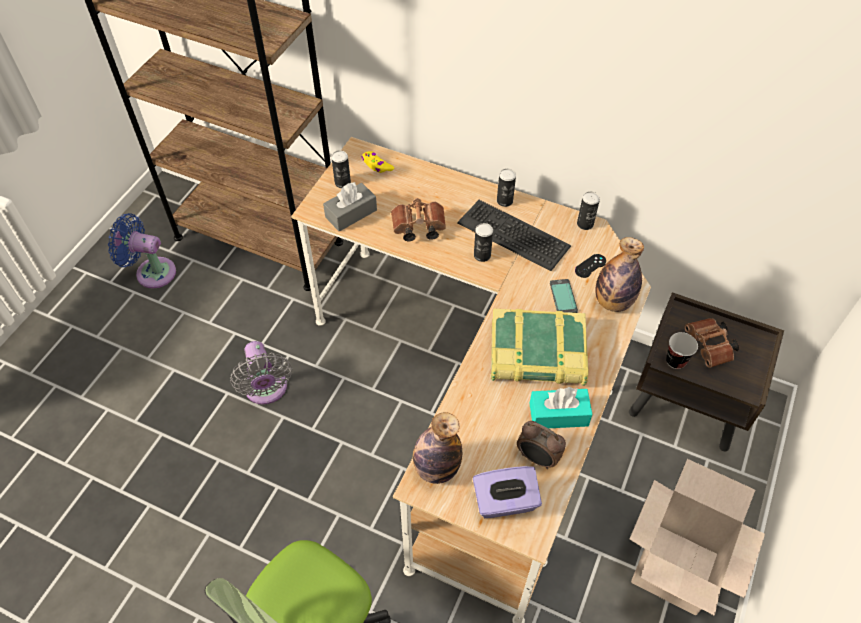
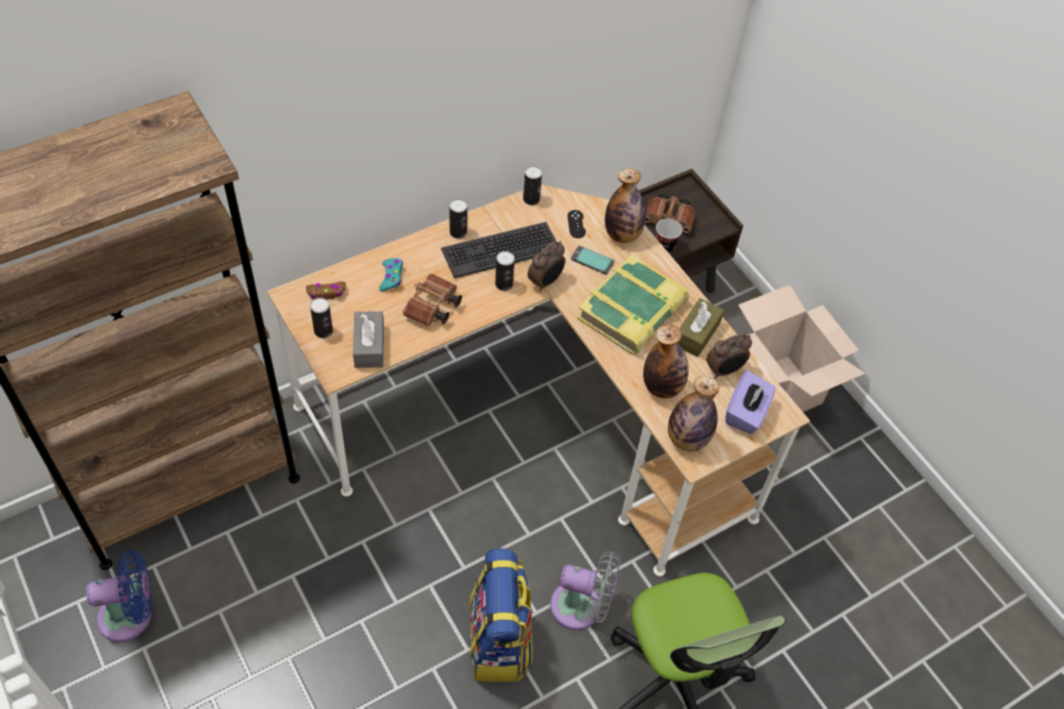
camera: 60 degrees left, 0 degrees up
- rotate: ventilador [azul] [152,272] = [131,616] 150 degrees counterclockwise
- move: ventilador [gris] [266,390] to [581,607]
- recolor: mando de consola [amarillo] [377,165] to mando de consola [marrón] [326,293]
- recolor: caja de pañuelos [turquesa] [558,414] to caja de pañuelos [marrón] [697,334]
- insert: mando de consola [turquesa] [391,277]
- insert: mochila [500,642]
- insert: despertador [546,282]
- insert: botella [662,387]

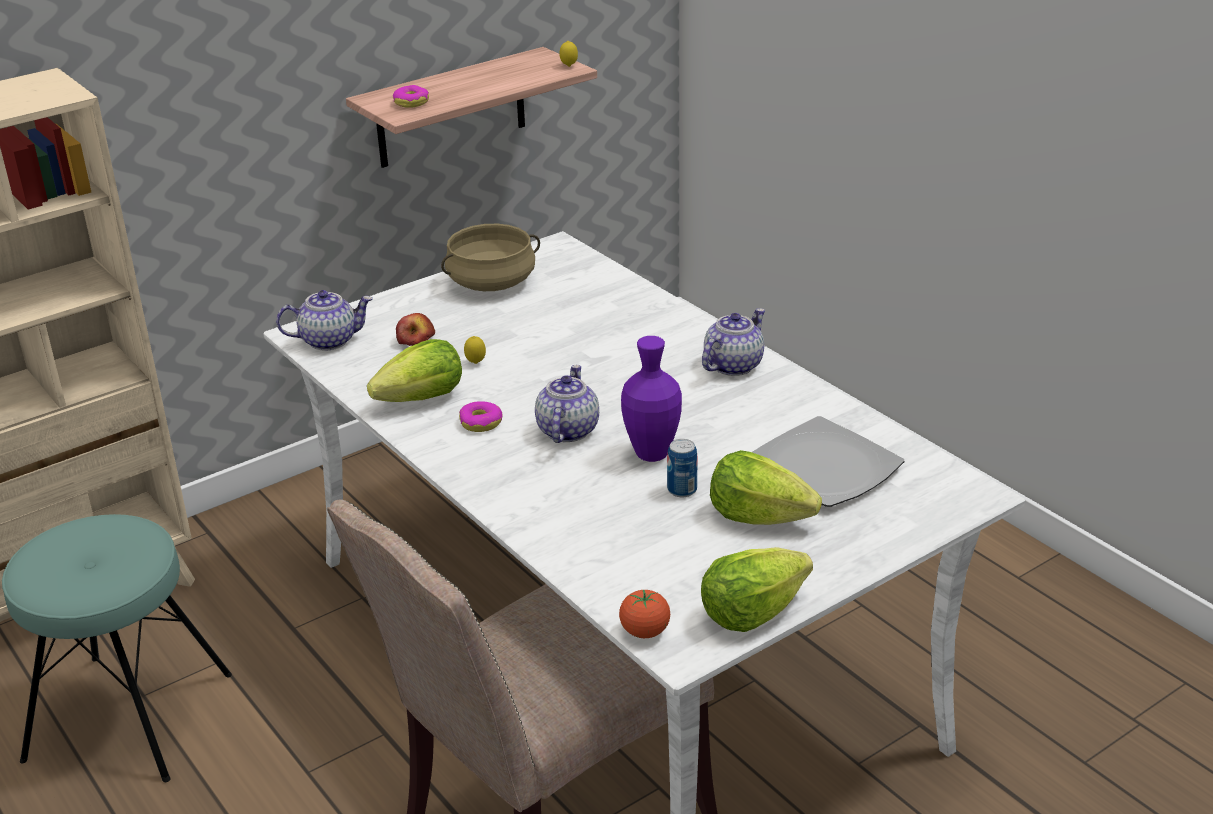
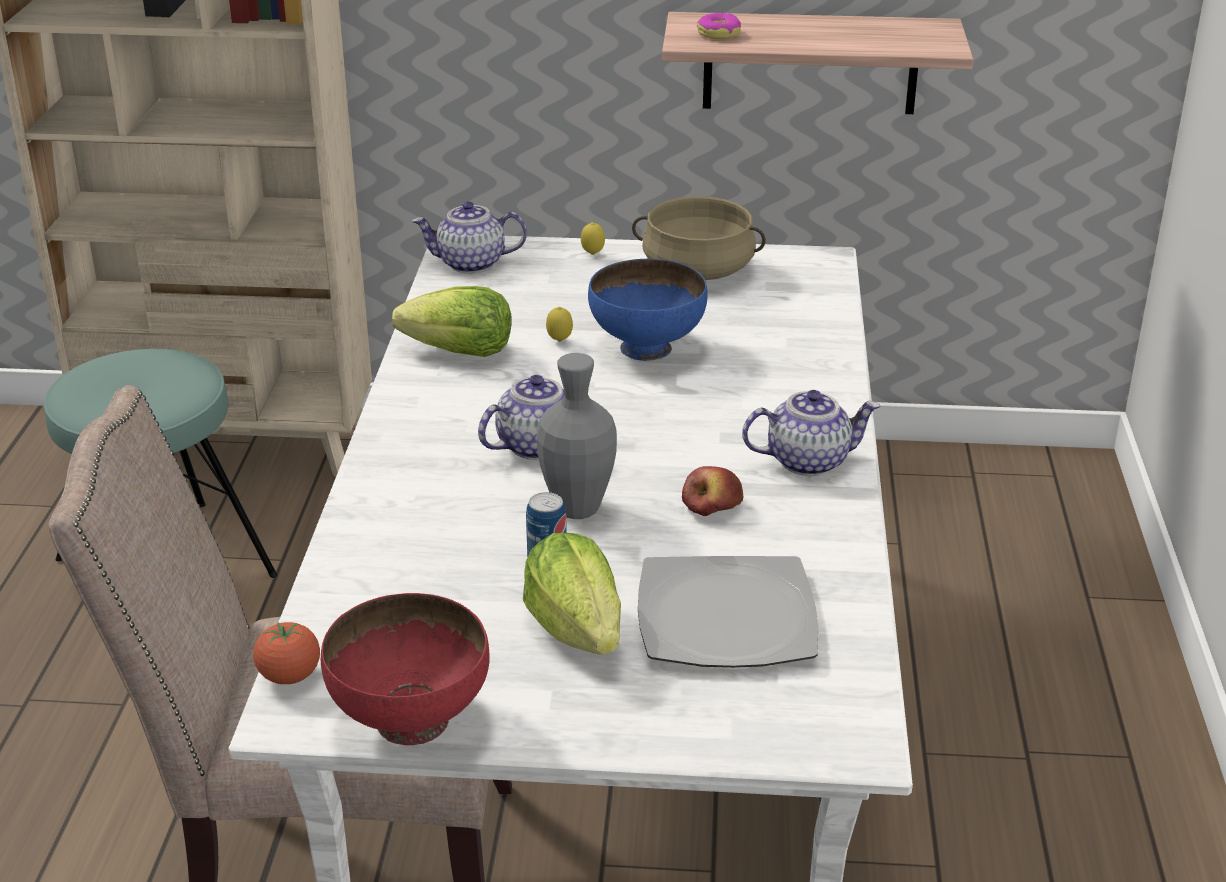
camera: 40 degrees right, 0 degrees up
- rotate: tetera [329,340] = [470,264] 150 degrees clockwise
- move: manzana [416,340] to [712,506]
- delete: rosquilla [481,423]
- move: limón [569,66] to [592,254]
- recolor: florero [morado] [652,454] to florero [gris] [577,509]
- replace: lechuga [751,613] to cuenco [rojo] [410,720]
- insert: cuenco [azul] [647,349]

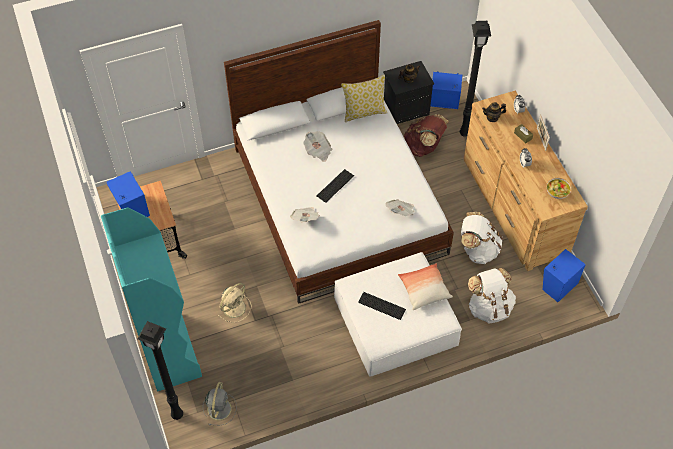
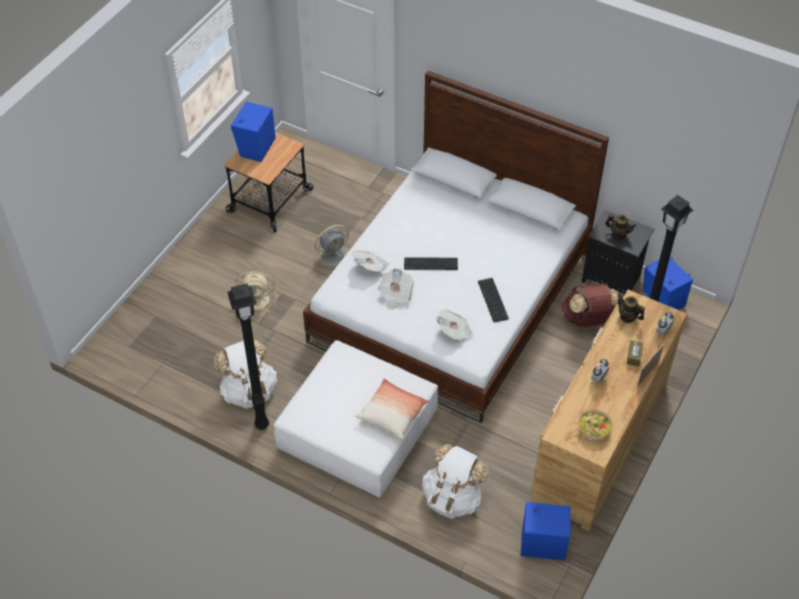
camera: 50 degrees right, 5 degrees down
- delete: estantería [turquesa] [169,351]
- move: lámpara de pie [negro] [176,415] to [261,424]
- move: ventilador [gris] [219,408] to [333,255]
- move: periódico [318,151] to [395,296]
- delete: cojín [364,112]
- move: teclado [381,306] to [493,300]
- move: mochila [blanco] [478,249] to [249,390]

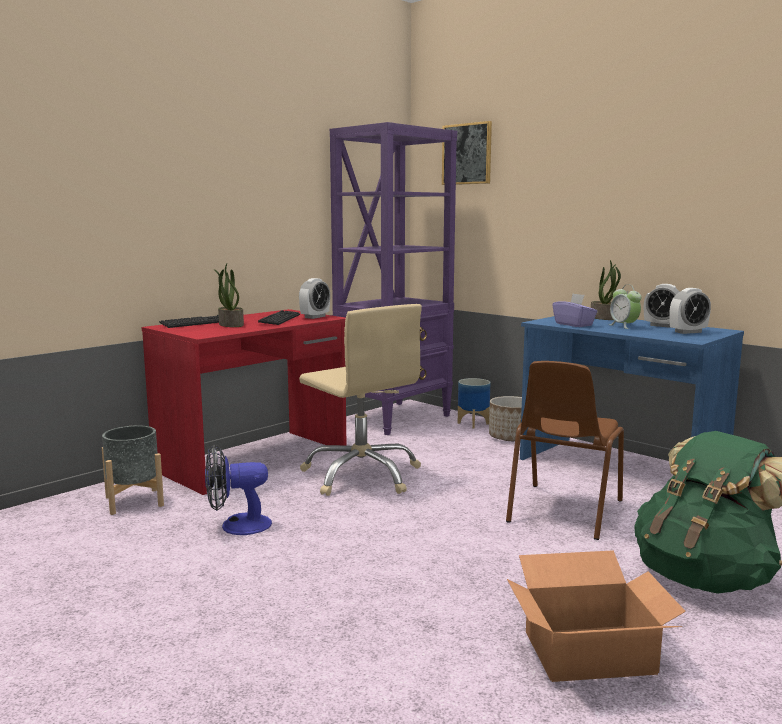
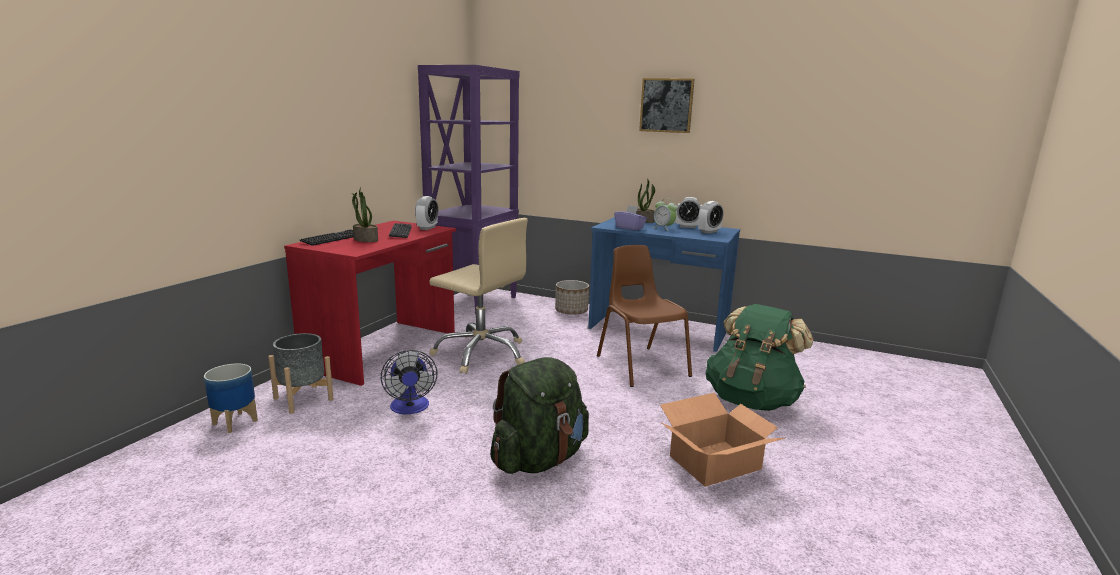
camera: 20 degrees left, 5 degrees up
- rotate: ventilador [237,526] = [410,408] 75 degrees counterclockwise
- move: cuadro [467,154] to [666,105]
- move: maceta [473,423] to [235,422]
- rotate: silla [marrón] [563,511] = [641,365] 150 degrees clockwise
- insert: mochila [verde] [539,459]

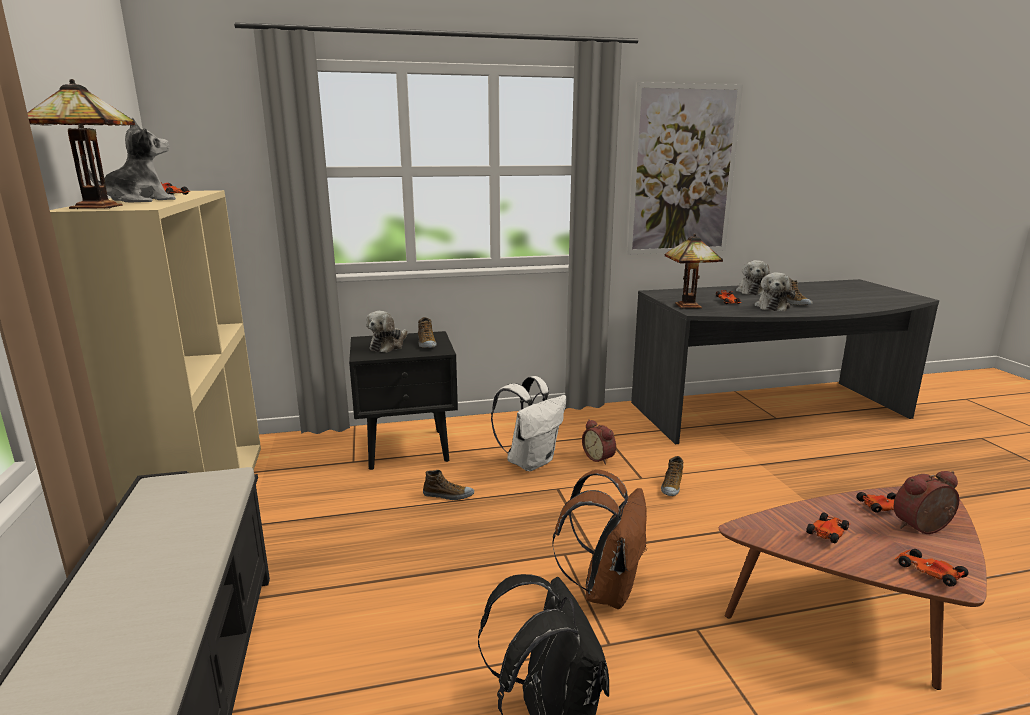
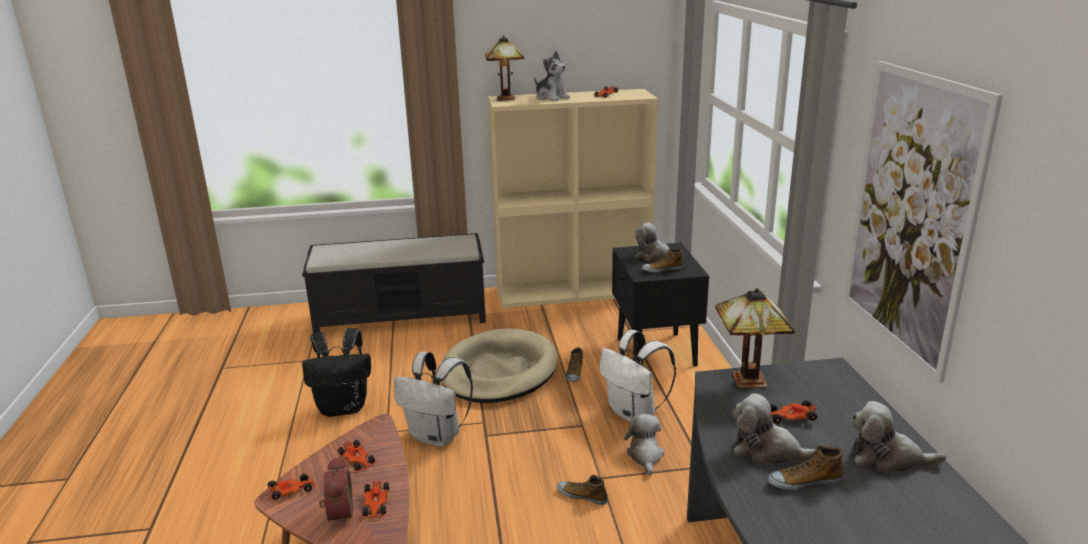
camera: 95 degrees right, 5 degrees up
- recolor: mochila [marrón] [605,589] to mochila [blanco] [437,436]
- replace: despertador [599,458] to peluche [645,456]
- insert: cama para perro [beis] [498,371]

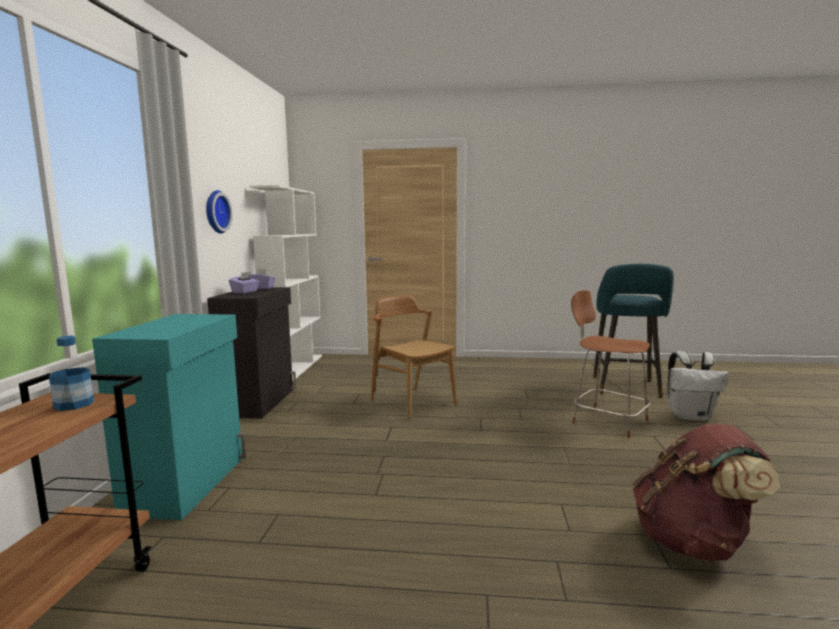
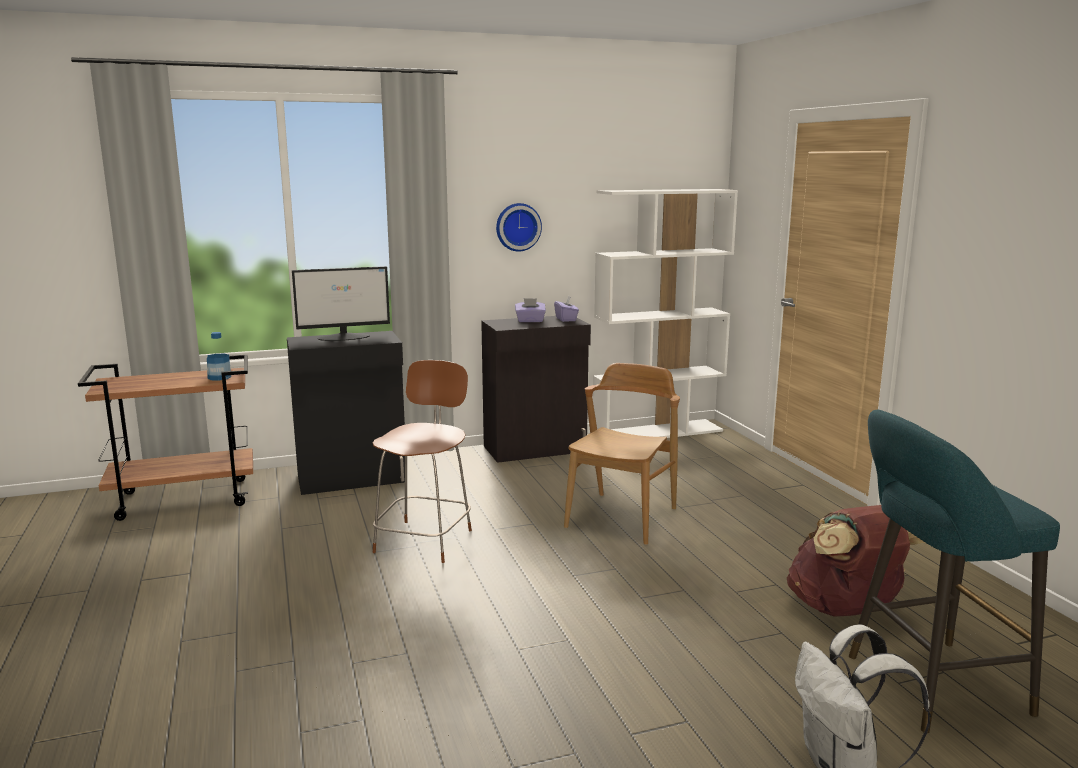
camera: 65 degrees right, 5 degrees up
- recolor: armario [turquesa] [188,483] to armario [negro] [353,479]
- move: silla [marrón] [607,421] to [425,539]
- move: mochila [marrón] [693,542] to [845,610]
- insert: monitor [344,337]

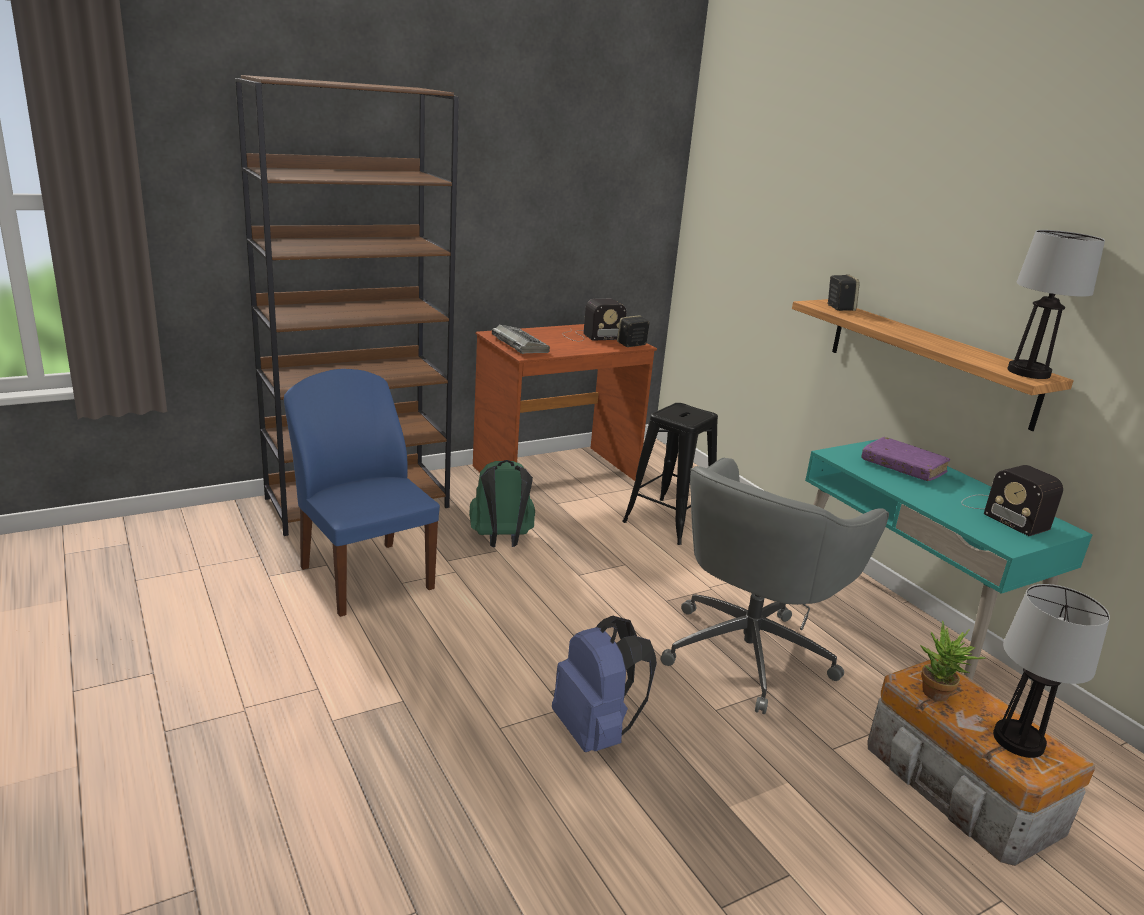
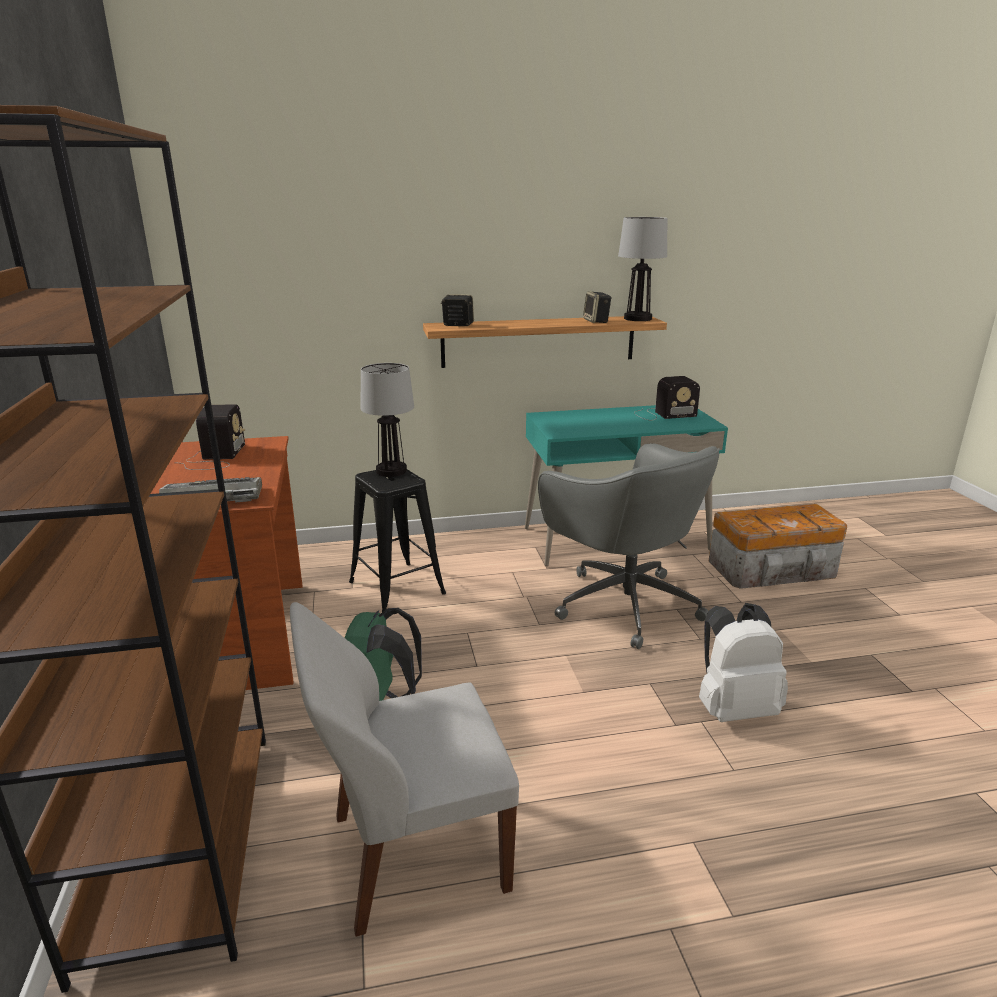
camera: 70 degrees left, 0 degrees up
- recolor: silla [azul] [365,576] to silla [blanco] [413,853]
- recolor: mochila [azul] [596,732] to mochila [blanco] [734,708]
- move: altavoz [631,344] to [596,321]
- delete: libro [morado] [903,467]
- delete: planta en maceta [937,697]
- move: lámpara de mesa [1017,740] to [390,471]

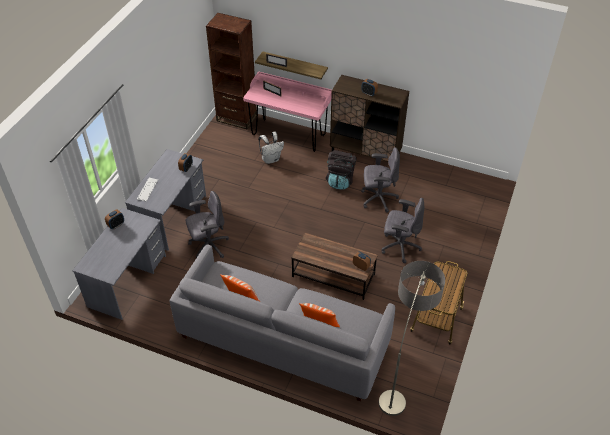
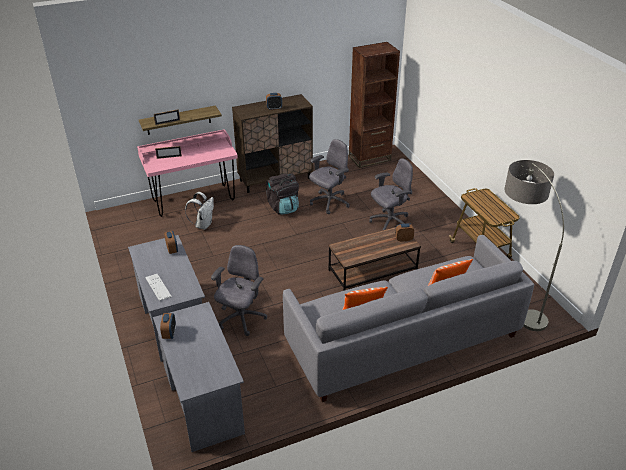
camera: 45 degrees left, 10 degrees down
- move: estantería [marrón] [236,118] to [369,158]

